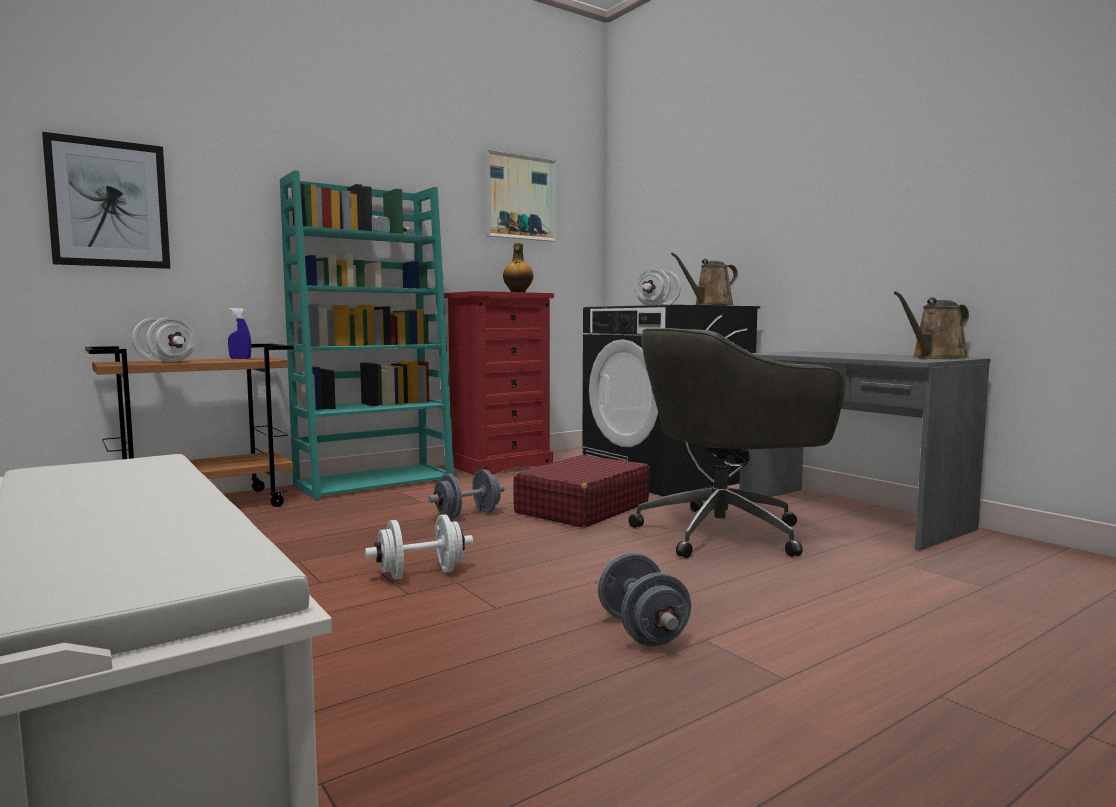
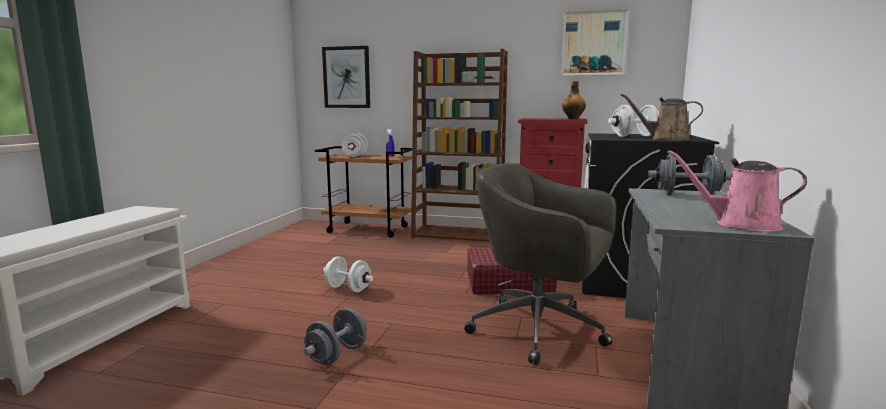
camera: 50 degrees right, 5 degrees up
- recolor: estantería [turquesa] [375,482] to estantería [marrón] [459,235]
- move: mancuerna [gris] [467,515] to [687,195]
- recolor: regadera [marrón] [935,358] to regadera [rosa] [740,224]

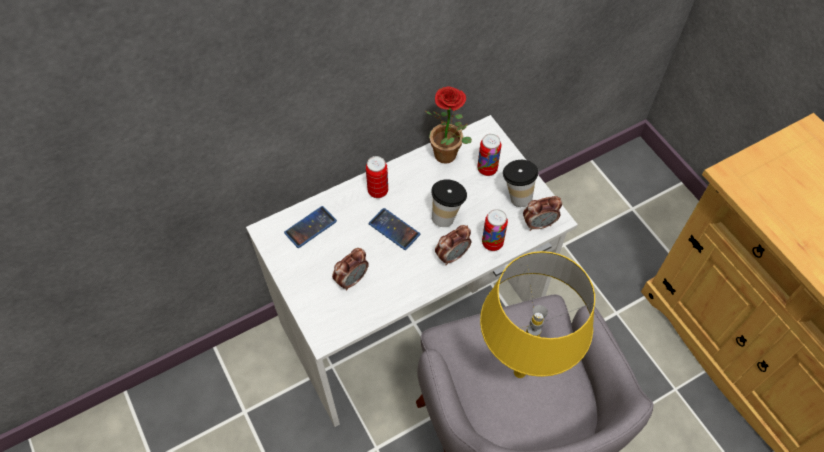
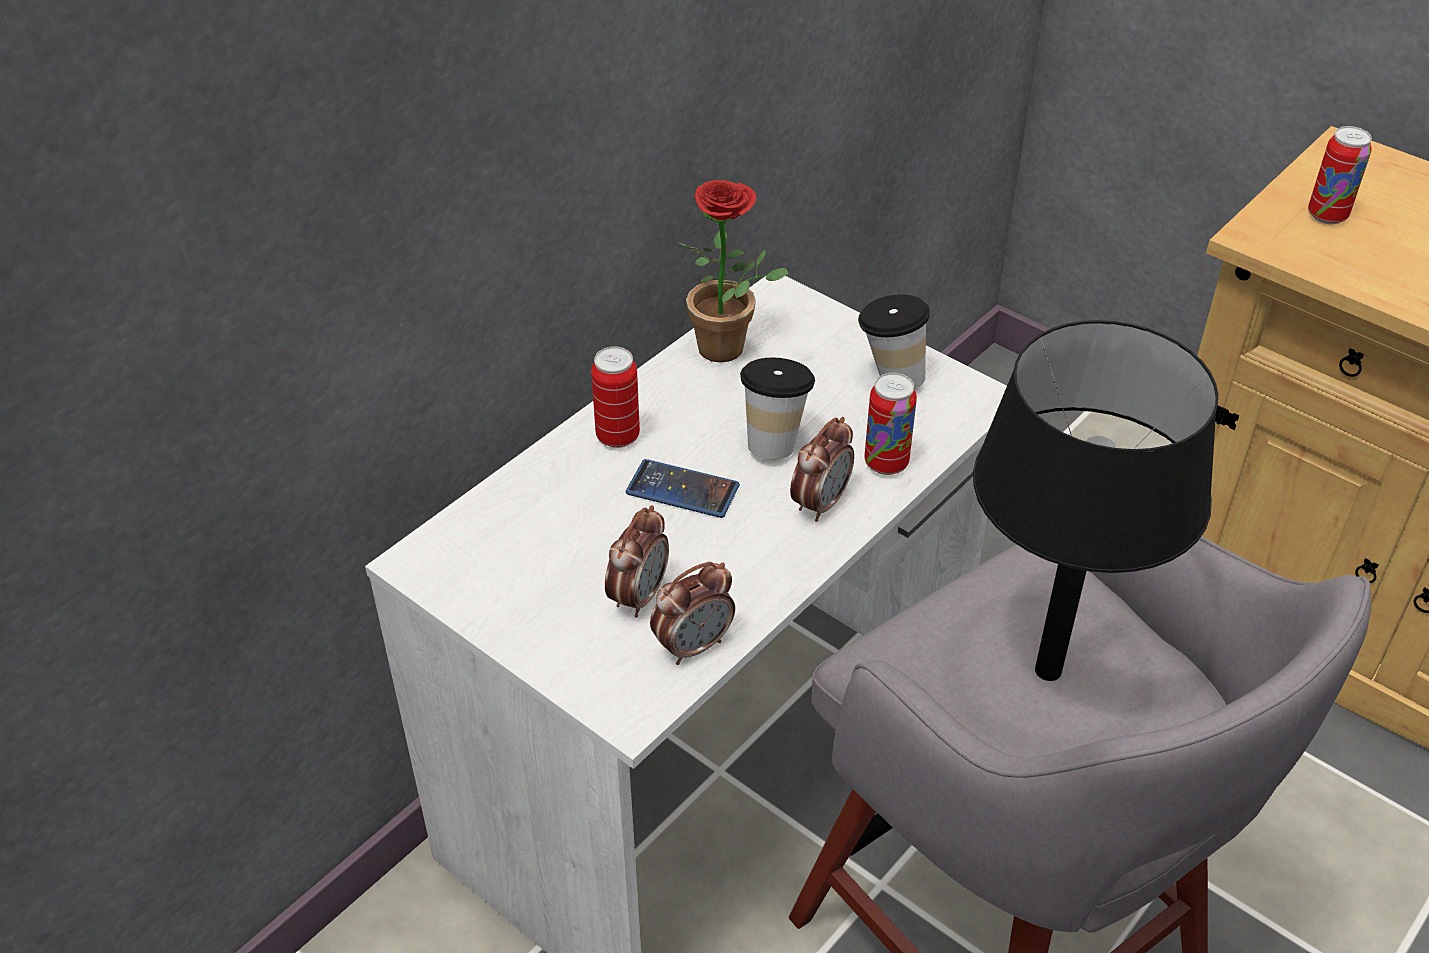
camera: 20 degrees left, 15 degrees down
- delete: móvil [310,227]
- move: lata [487,169] to [1327,215]
- recolor: lámpara de mesa [amarillo] [520,372] to lámpara de mesa [negro] [1048,670]
- move: despertador [539,224] to [693,646]

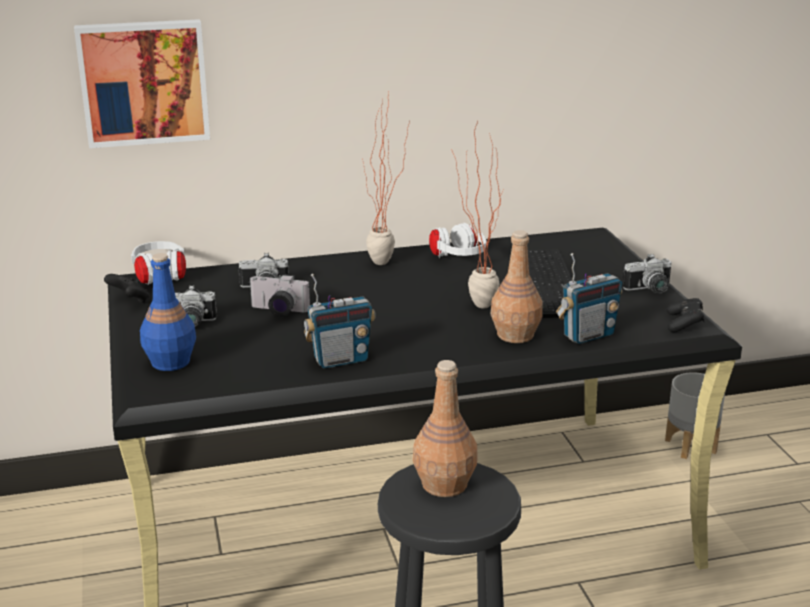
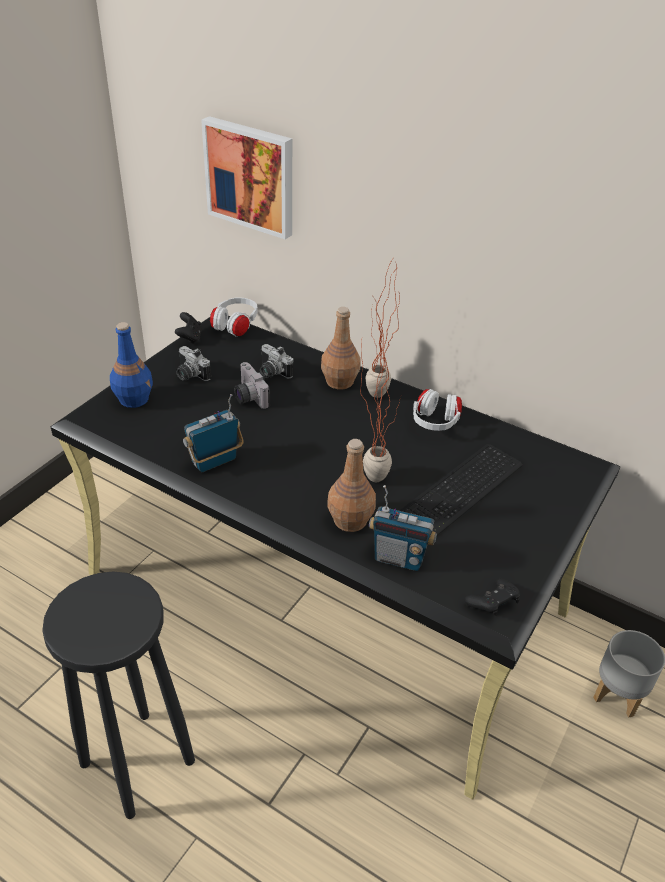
camera: 45 degrees right, 15 degrees up
- rotate: radio [340,360] = [214,462] 120 degrees clockwise
- move: botella [marrón] [443,484] to [339,381]
- delete: cámara [650,290]

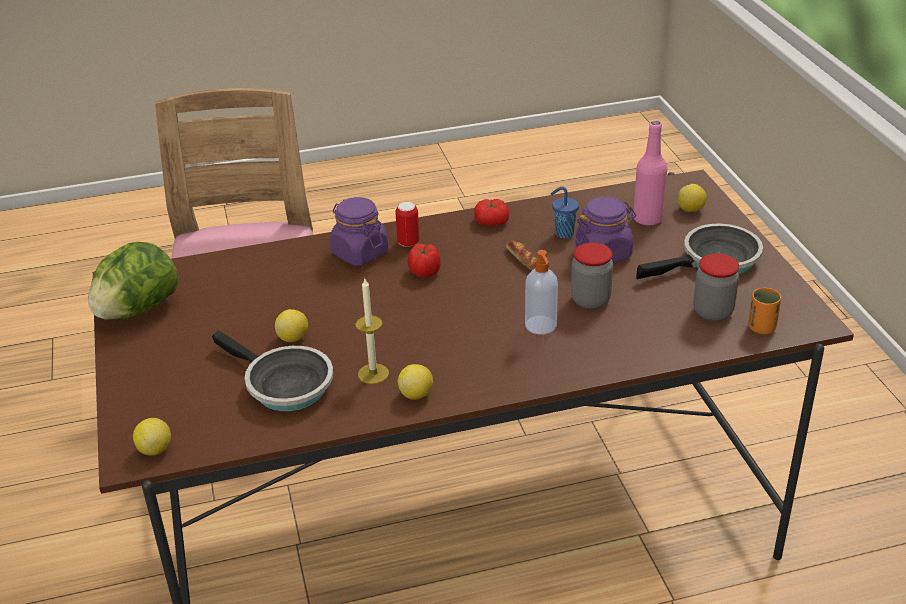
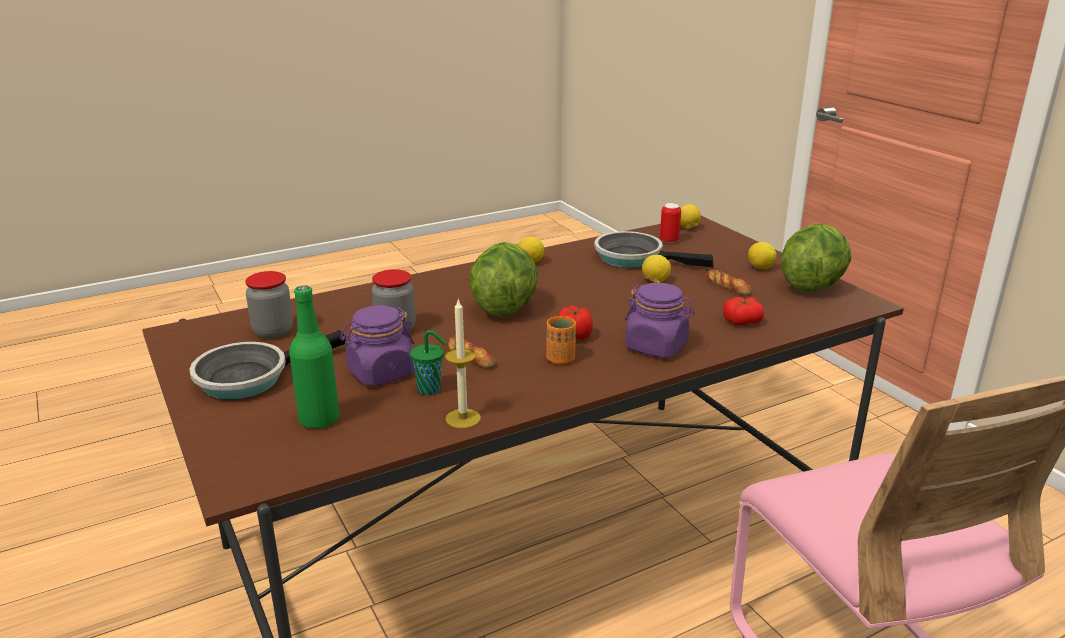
camera: 165 degrees right, 10 degrees down
- move: vela [373,374] to [463,418]
- move: lata [408,242] to [669,241]
- move: tomate [491,221] to [742,321]
- delete: dispensador de jabón [541,326]
- recolor: taza [azul] [563,233] to taza [verde] [430,390]
- recolor: botella [rosa] [647,219] to botella [verde] [319,419]
- move: limón [691,210] to [760,268]
- move: taza [naranja] [761,328] to [560,359]
- insert: lechuga [503,307]
- insert: pan [728,286]

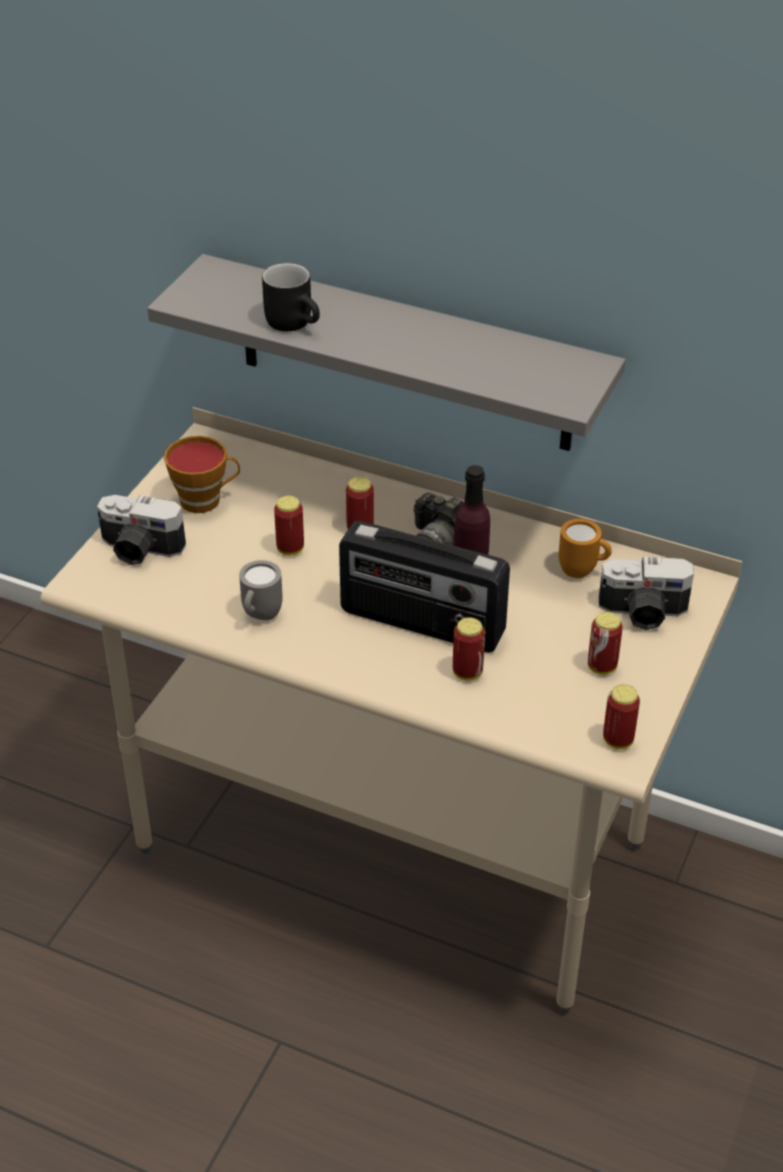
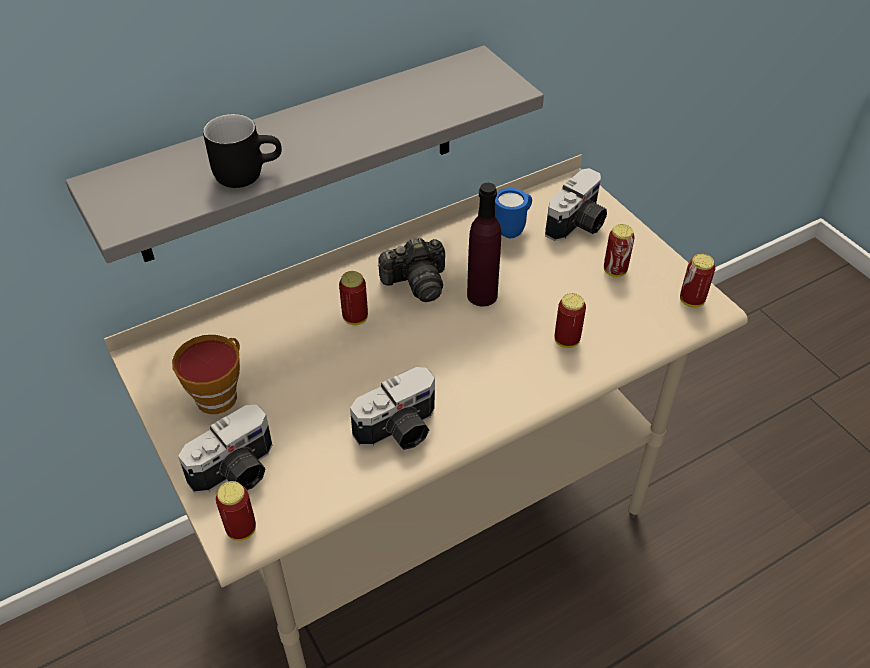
camera: 55 degrees left, 5 degrees up
- replace: taza grande [gris] [260,616] to cámara [400,430]
- move: lata [290,549] to [241,529]
- delete: radio [421,623]
- recolor: taza grande [naranja] [583,571] to taza grande [azul] [512,229]

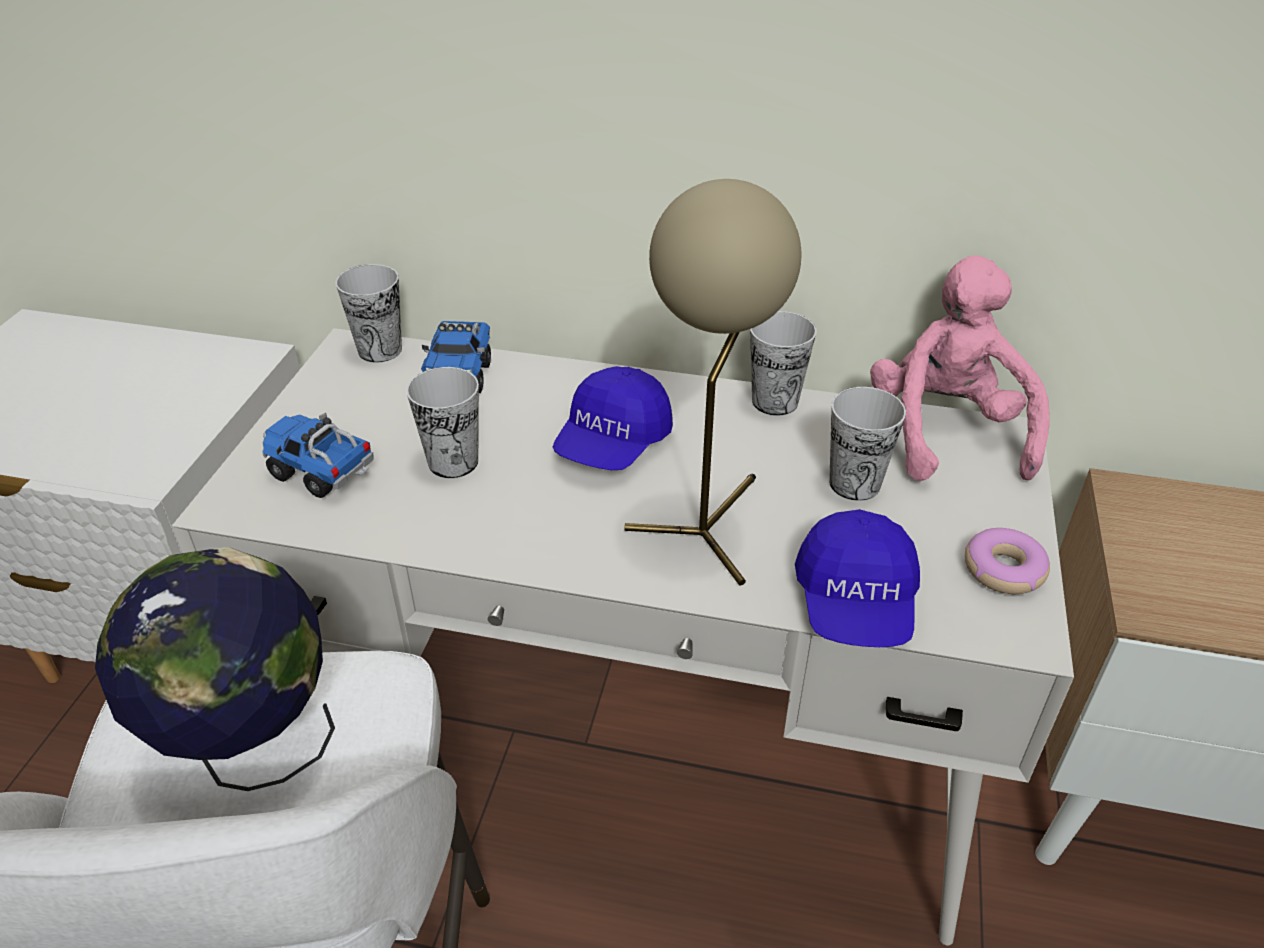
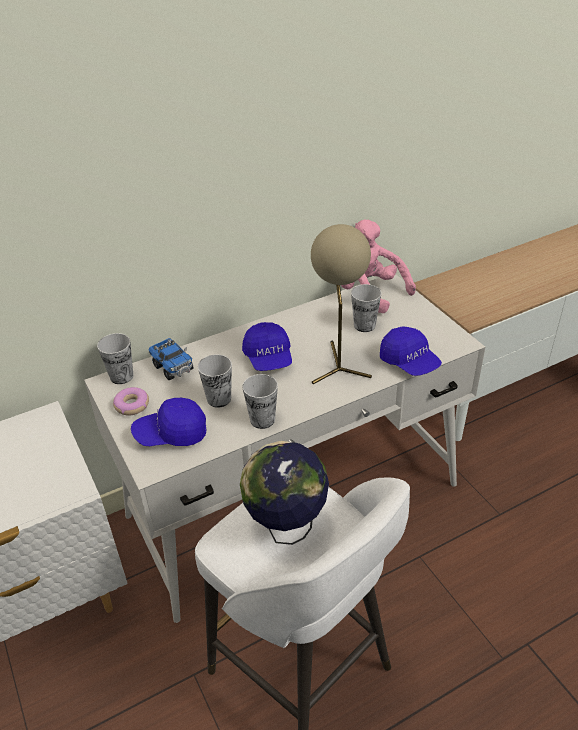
camera: 40 degrees left, 0 degrees up
- replace: camión de juguete [320,472] to gorra [azul] [171,434]
- move: taza [775,401] to [262,419]
- move: rosquilla [1003,569] to [132,405]

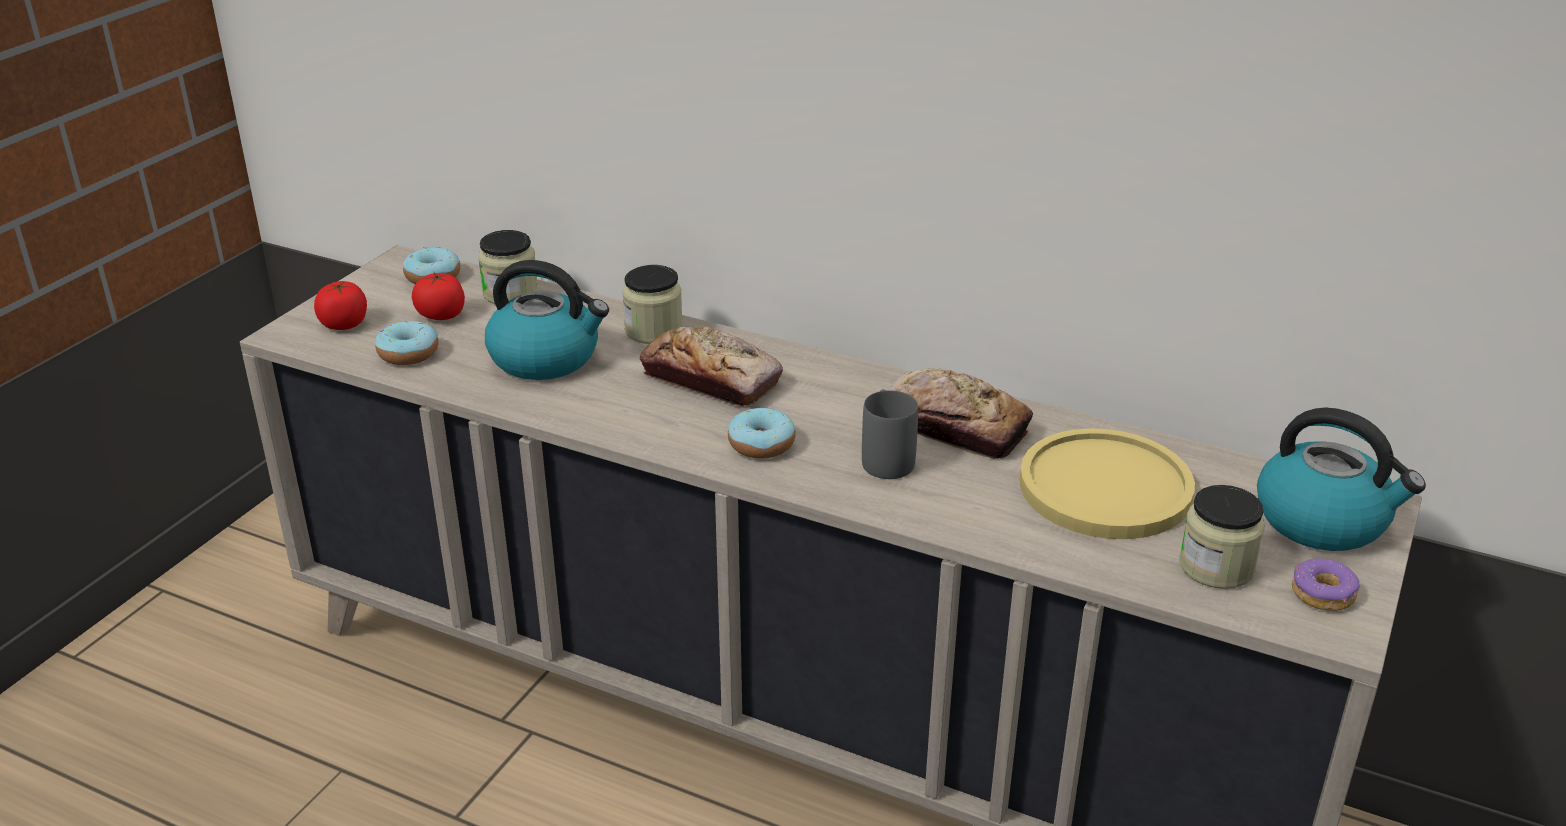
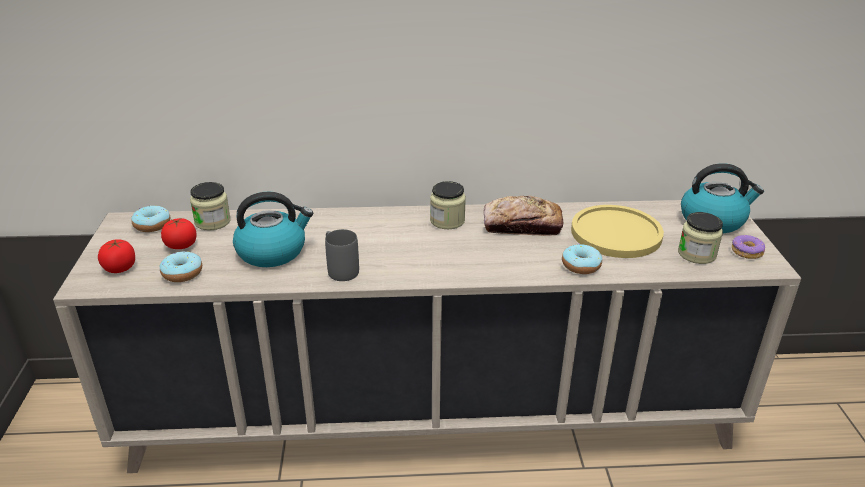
camera: 30 degrees left, 0 degrees up
- move: tarro [654,330] to [447,221]
- delete: pan [711,379]
- move: rosquilla [761,444] to [581,265]
- move: taza grande [gris] [886,457] to [339,269]

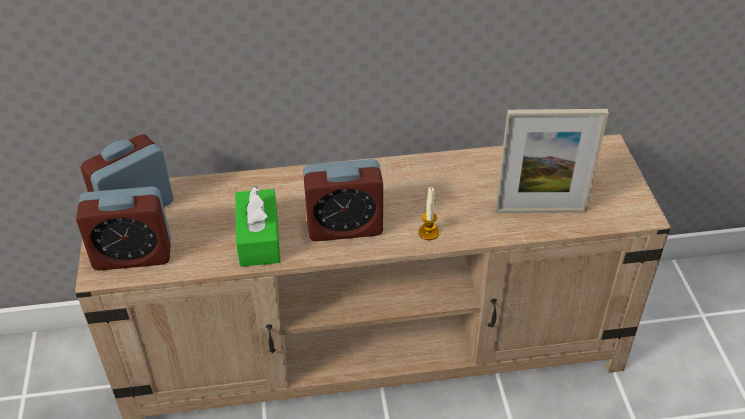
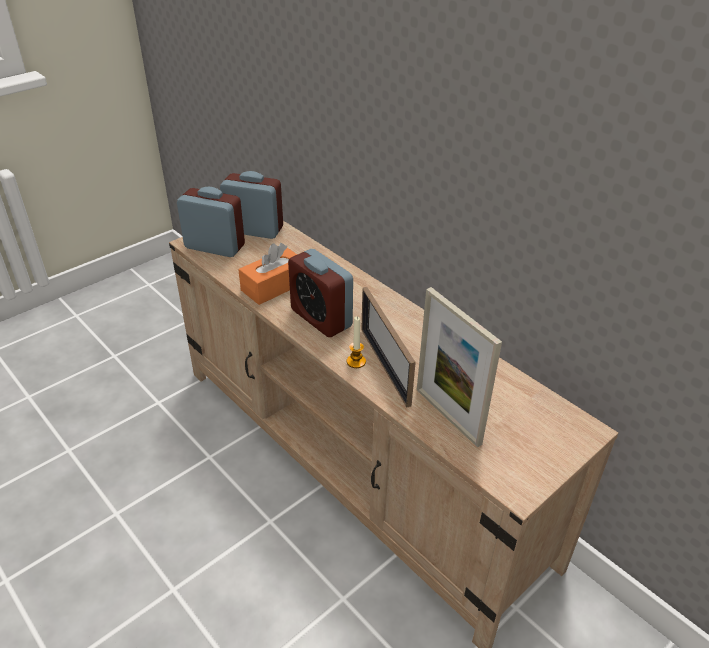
camera: 55 degrees right, 5 degrees down
- rotate: despertador [133,255] = [214,247] 150 degrees clockwise
- recolor: caja de pañuelos [verde] [259,238] to caja de pañuelos [naranja] [274,286]
- insert: portarretratos [385,366]

